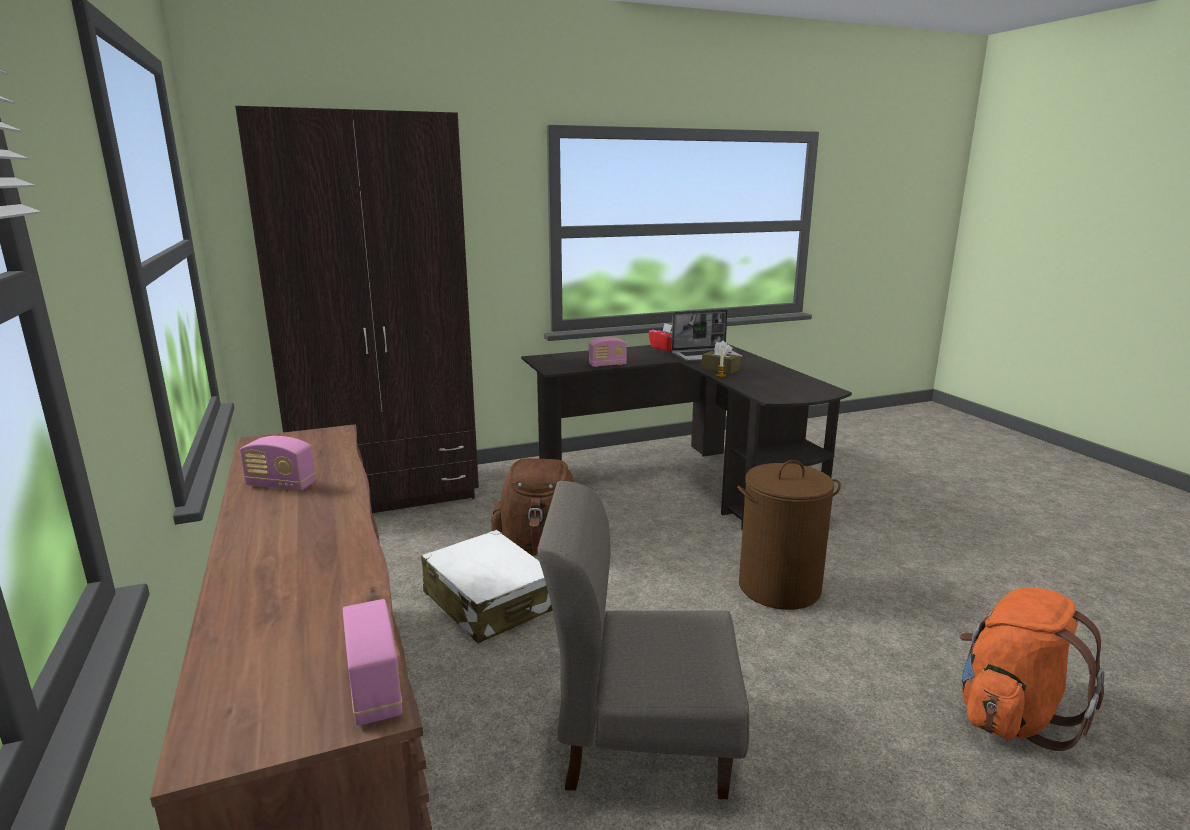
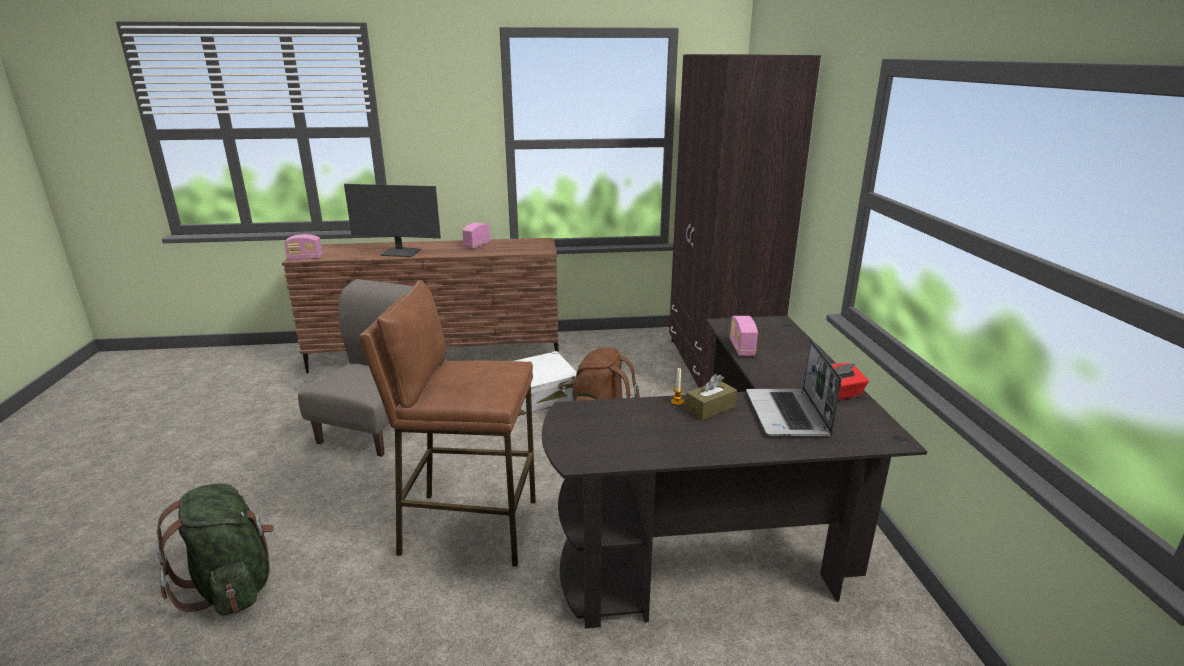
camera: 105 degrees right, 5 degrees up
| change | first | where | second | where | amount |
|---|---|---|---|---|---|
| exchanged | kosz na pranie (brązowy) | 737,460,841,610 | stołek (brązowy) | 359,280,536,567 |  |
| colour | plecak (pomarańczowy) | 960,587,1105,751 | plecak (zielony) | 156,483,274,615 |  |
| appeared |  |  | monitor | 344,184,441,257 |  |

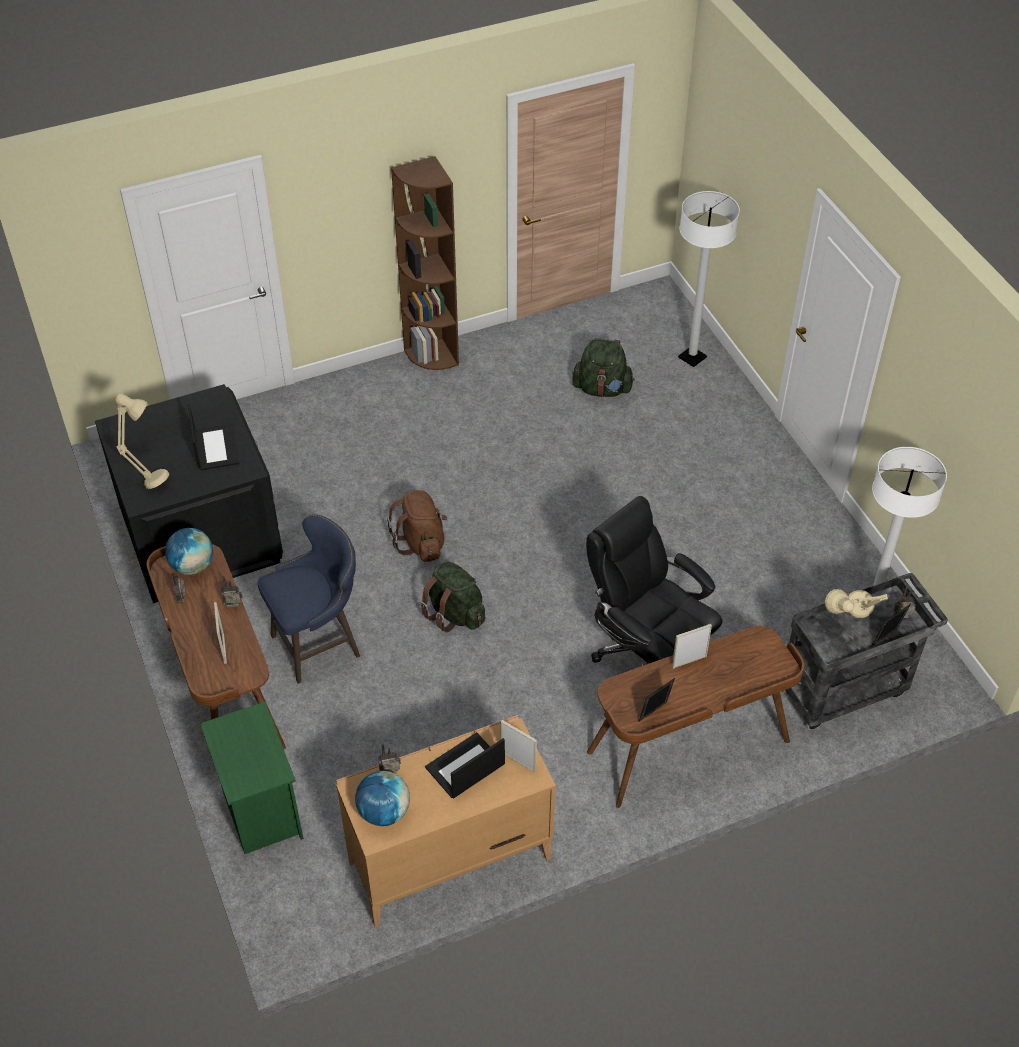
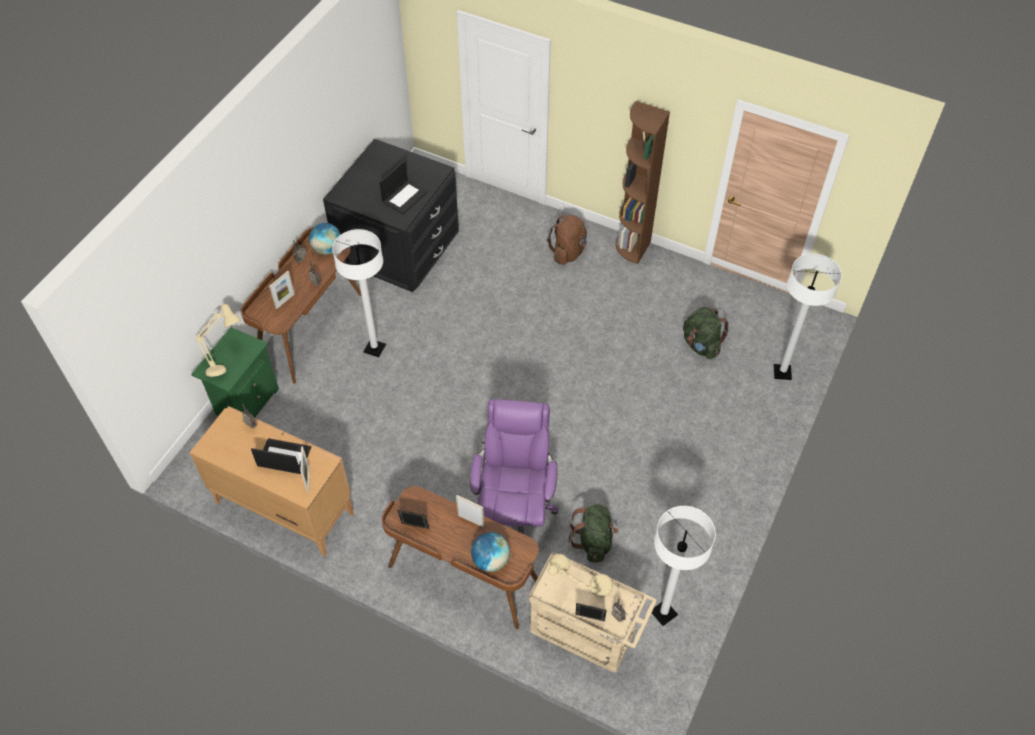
camera: 50 degrees right, 5 degrees up
| change | first | where | second | where | amount |
|---|---|---|---|---|---|
| relocated | lampa stołowa (beżowy) | 115,394,169,489 |  | 196,304,241,377 |  |
| relocated | plecak (brązowy) | 387,490,447,562 |  | 547,215,587,265 |  |
| colour | krzesło biurowe (czarny) | 586,496,722,666 | krzesło biurowe (fioletowy) | 470,399,558,534 |  |
| exchanged | stołek (niebieski) | 257,514,360,684 | lampa stojąca (biały) | 332,229,386,357 |  |
| relocated | plecak (zielony) | 420,561,485,632 |  | 569,504,618,563 |  |
| colour | wózek (czarny) | 783,573,948,730 | wózek (beżowy) | 529,553,656,673 |  |
| relocated | globus | 355,771,410,826 |  | 471,532,510,572 |  |

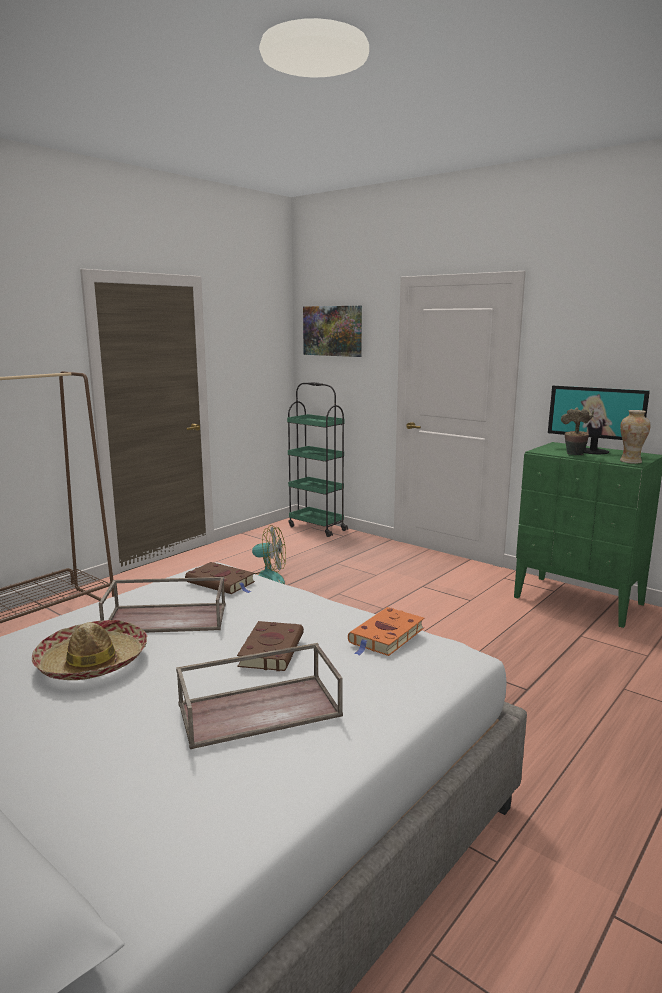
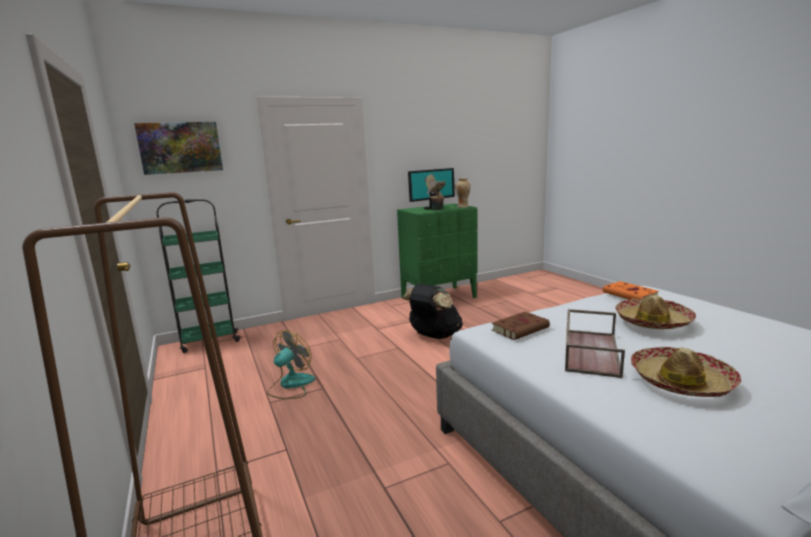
camera: 65 degrees left, 0 degrees up
| change | first | where | second | where | amount |
|---|---|---|---|---|---|
| exchanged | książka (brązowy) | 237,621,304,671 | kapelusz | 615,295,696,329 |  |
| missing | taca (brązowy) | 176,643,343,749 |  |  |  |
| appeared |  |  | plecak (czarny) | 402,284,463,339 |  |

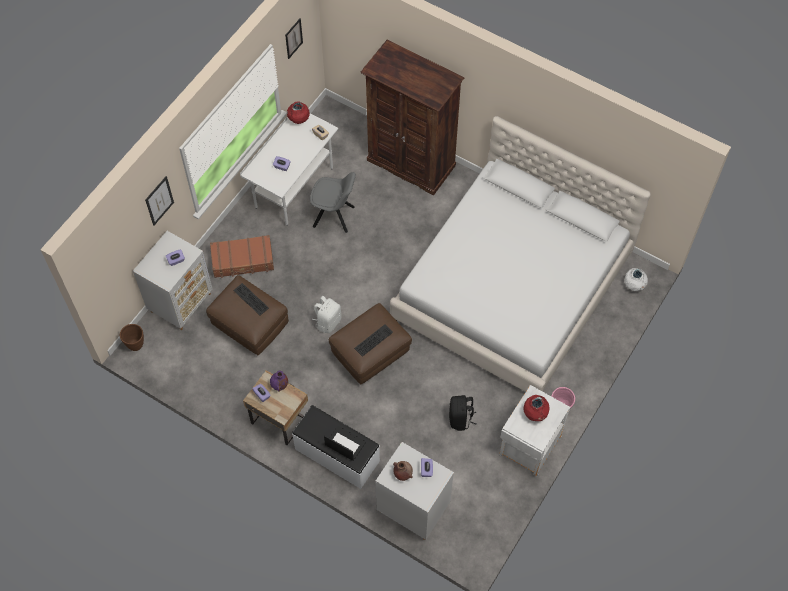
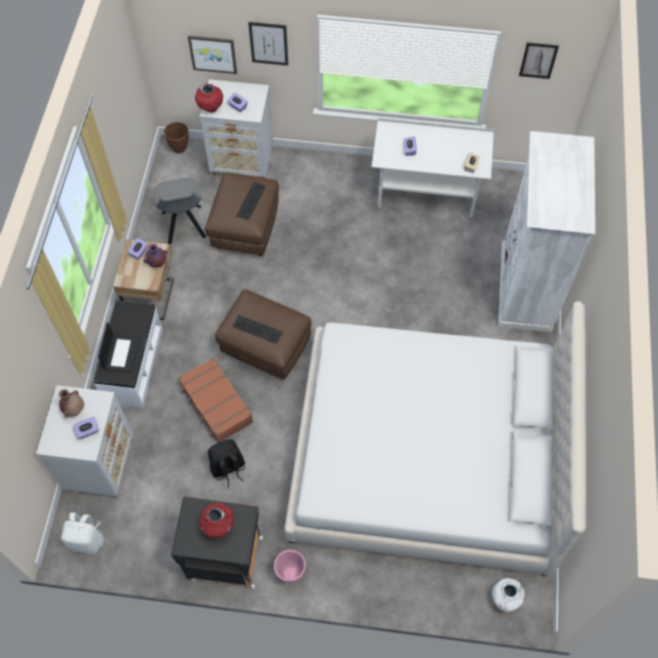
camera: 65 degrees right, 0 degrees up
| change | first | where | second | where | amount |
|---|---|---|---|---|---|
| colour | szafa (brązowy) | 361,40,464,195 | szafa (biały) | 498,131,595,332 |  |
| relocated | wazon (czerwony) | 287,101,310,124 |  | 195,84,223,112 |  |
| relocated | krzesło (szary) | 310,172,356,233 |  | 154,178,206,244 |  |
| relocated | walizka (brązowy) | 210,235,274,278 |  | 178,358,253,443 |  |
| relocated | plecak (biały) | 312,296,341,333 |  | 61,512,104,554 |  |
| colour | wózek (biały) | 499,385,570,477 | wózek (czarny) | 171,497,263,589 |  |
| appeared |  |  | obraz | 188,35,237,74 |  |

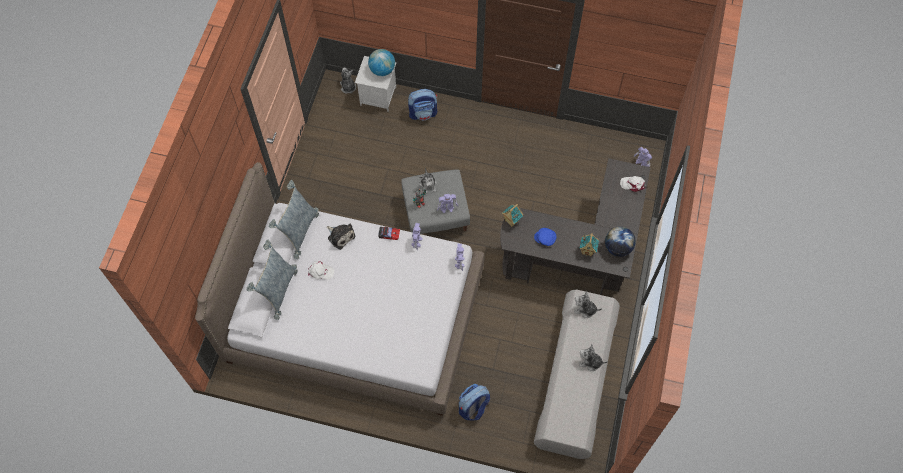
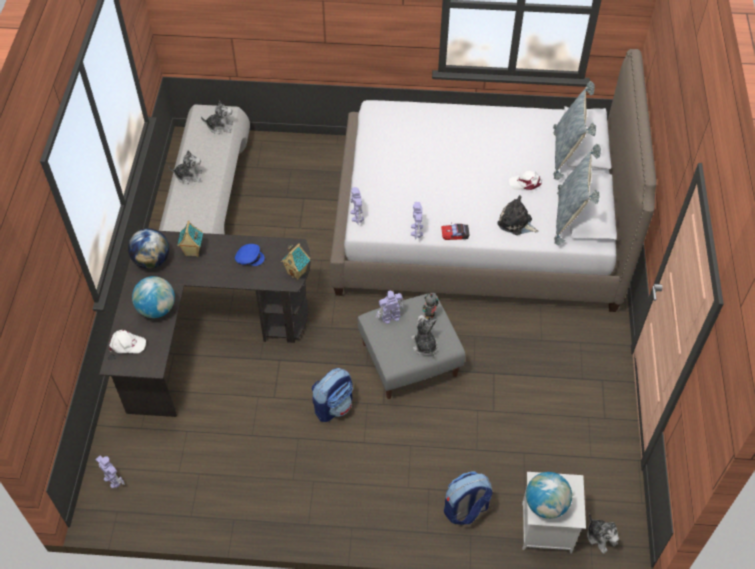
camera: 170 degrees right, 10 degrees down
| change | first | where | second | where | amount |
|---|---|---|---|---|---|
| relocated | pluszak | 574,291,602,318 |  | 201,101,233,134 |  |
| relocated | plecak | 459,384,490,421 |  | 312,368,353,422 |  |
| appeared |  |  | globus | 132,276,175,318 |  |

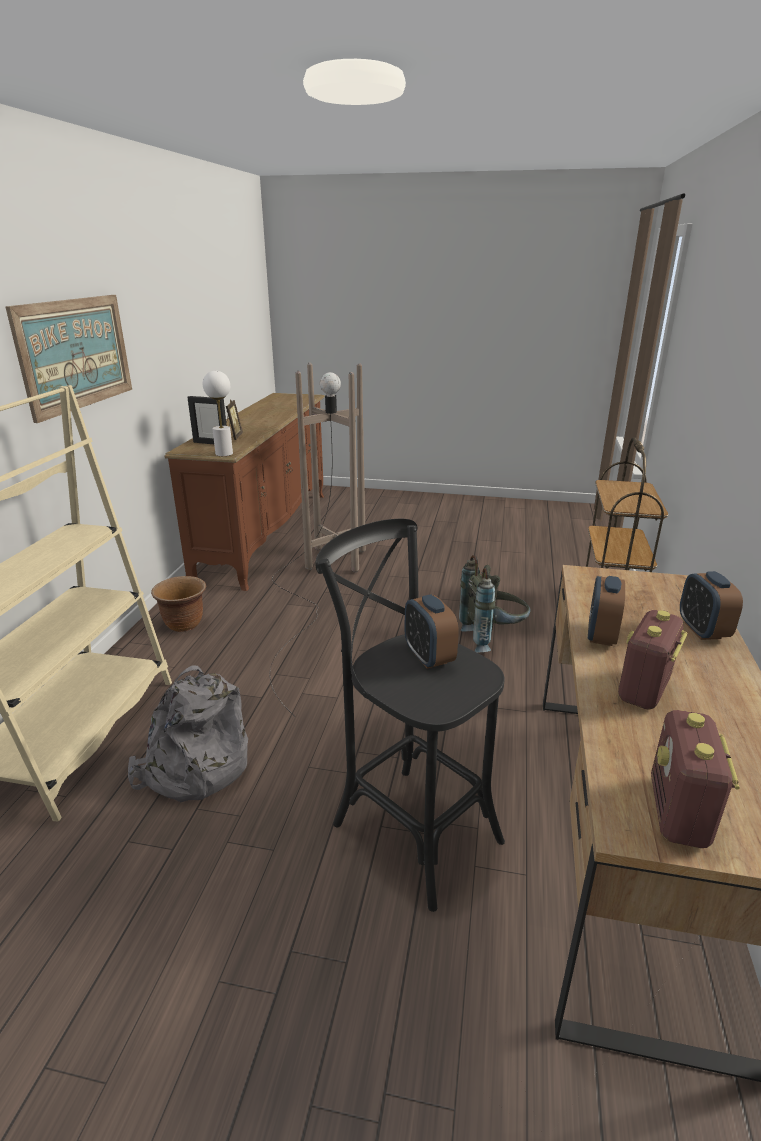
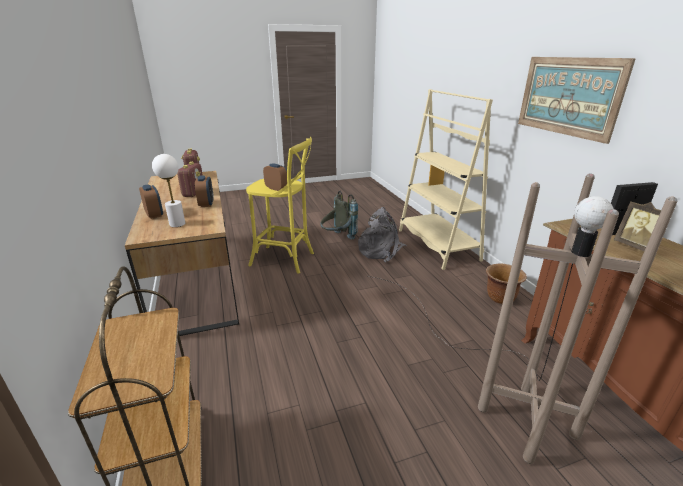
camera: 150 degrees right, 0 degrees up
| change | first | where | second | where | amount |
|---|---|---|---|---|---|
| relocated | lampa stołowa (biały) | 203,371,233,456 |  | 152,154,185,227 |  |
| colour | stołek (czarny) | 315,519,505,912 | stołek (żółty) | 246,137,314,273 |  |
| relocated | plecak (szary) | 459,555,531,652 |  | 321,191,358,240 |  |

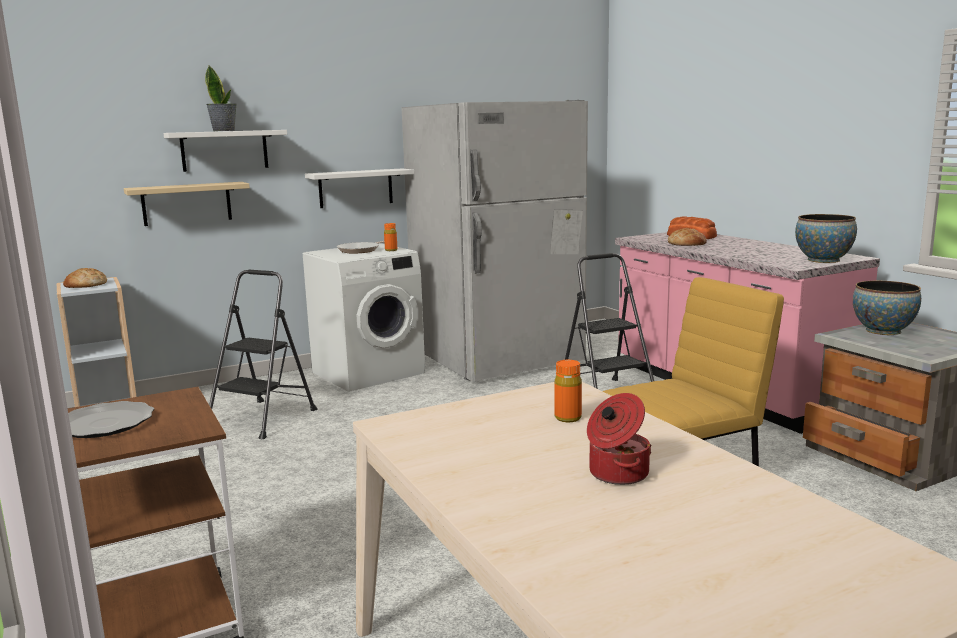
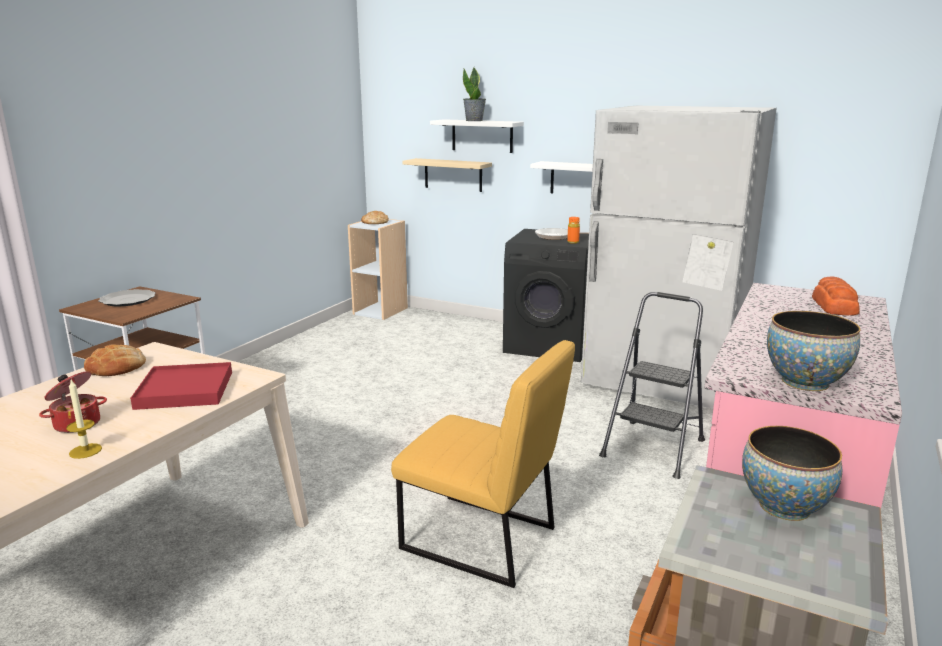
camera: 55 degrees right, 5 degrees up
| change | first | where | second | where | amount |
|---|---|---|---|---|---|
| relocated | chleb | 668,228,707,246 |  | 84,344,146,376 |  |
| colour | pralka (biały) | 303,243,425,392 | pralka (czarny) | 503,229,589,362 |  |
| missing | drabinka (czarny) | 209,270,318,439 |  |  |  |
| exchanged | butelka (pomarańczowy) | 554,360,582,422 | taca (czerwony) | 130,362,232,410 |  |
| appeared |  |  | świeca | 66,380,102,459 |  |

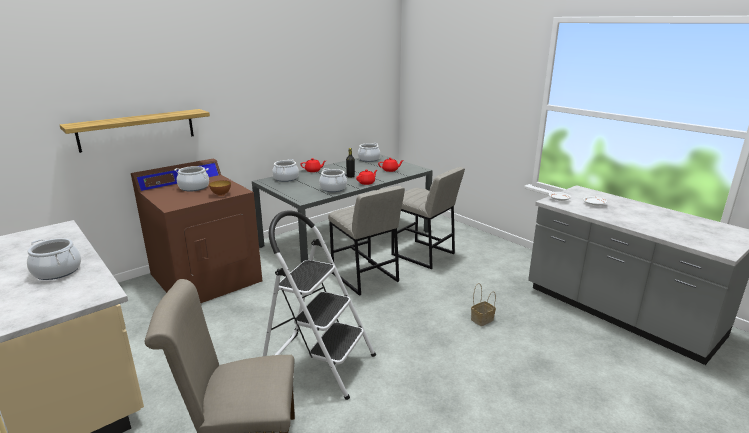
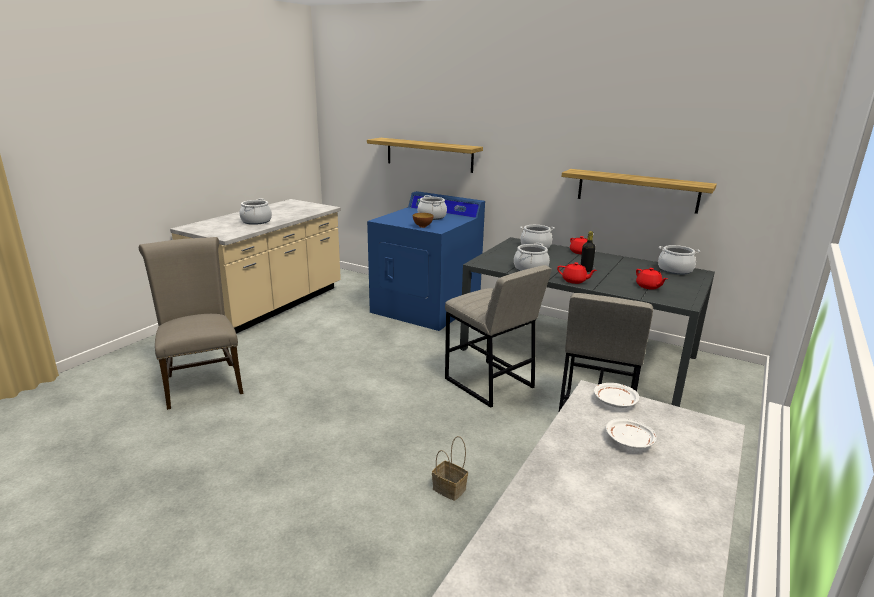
camera: 70 degrees right, 0 degrees up
| change | first | where | second | where | amount |
|---|---|---|---|---|---|
| colour | pralka (brązowy) | 131,159,262,303 | pralka (niebieski) | 367,191,485,331 |  |
| spun | krzesło (szary) | 328,186,405,296 |  | 445,265,552,408 | 75 degrees counterclockwise |
| missing | drabinka | 263,211,376,400 |  |  |  |
| appeared |  |  | półka | 561,169,717,214 |  |

